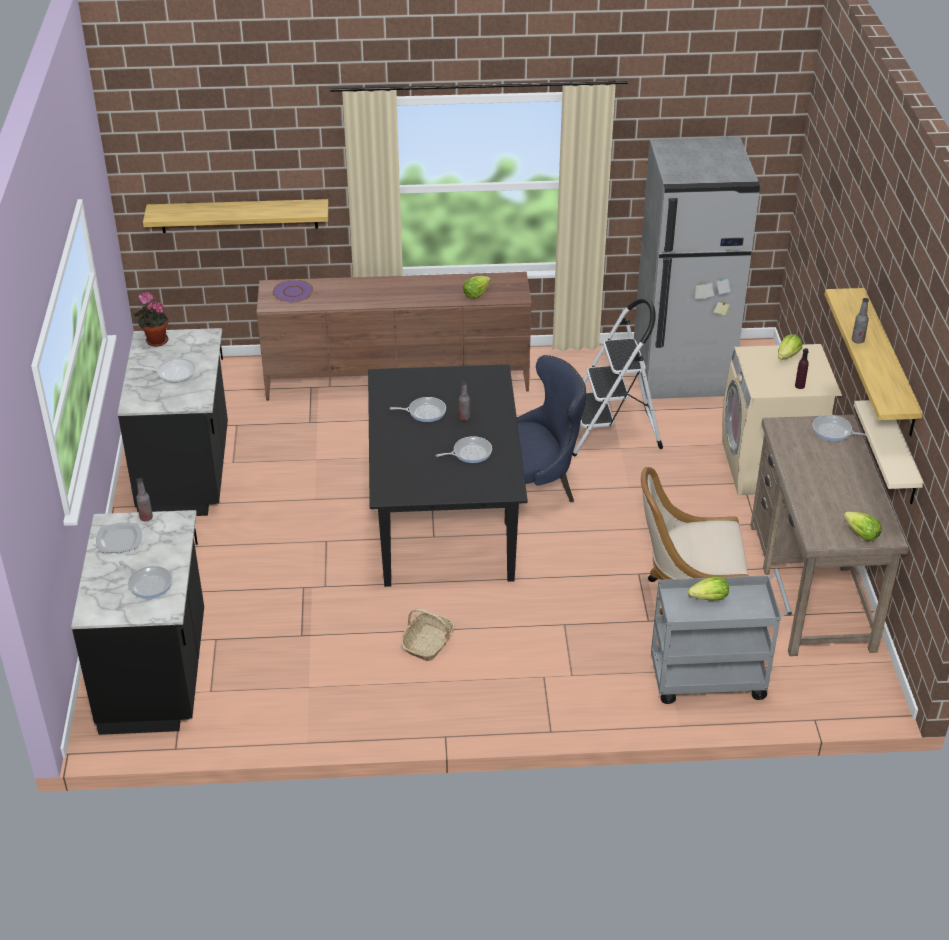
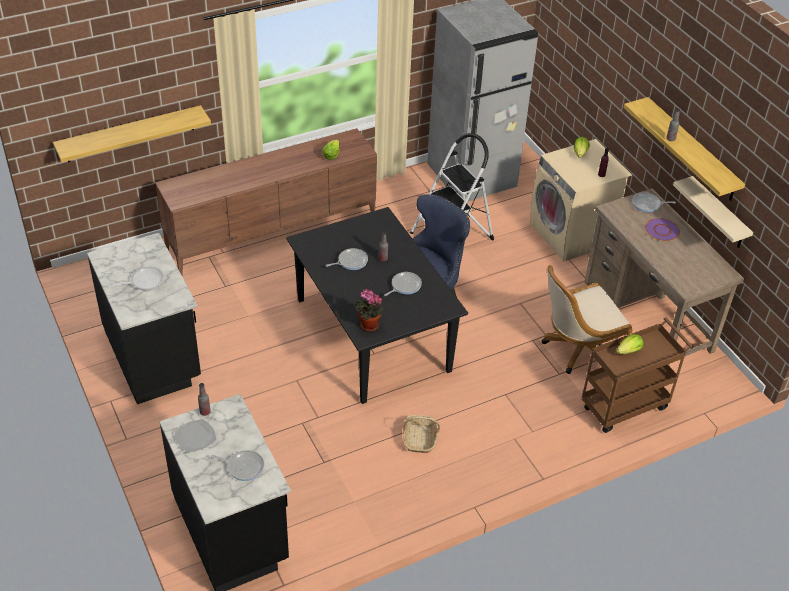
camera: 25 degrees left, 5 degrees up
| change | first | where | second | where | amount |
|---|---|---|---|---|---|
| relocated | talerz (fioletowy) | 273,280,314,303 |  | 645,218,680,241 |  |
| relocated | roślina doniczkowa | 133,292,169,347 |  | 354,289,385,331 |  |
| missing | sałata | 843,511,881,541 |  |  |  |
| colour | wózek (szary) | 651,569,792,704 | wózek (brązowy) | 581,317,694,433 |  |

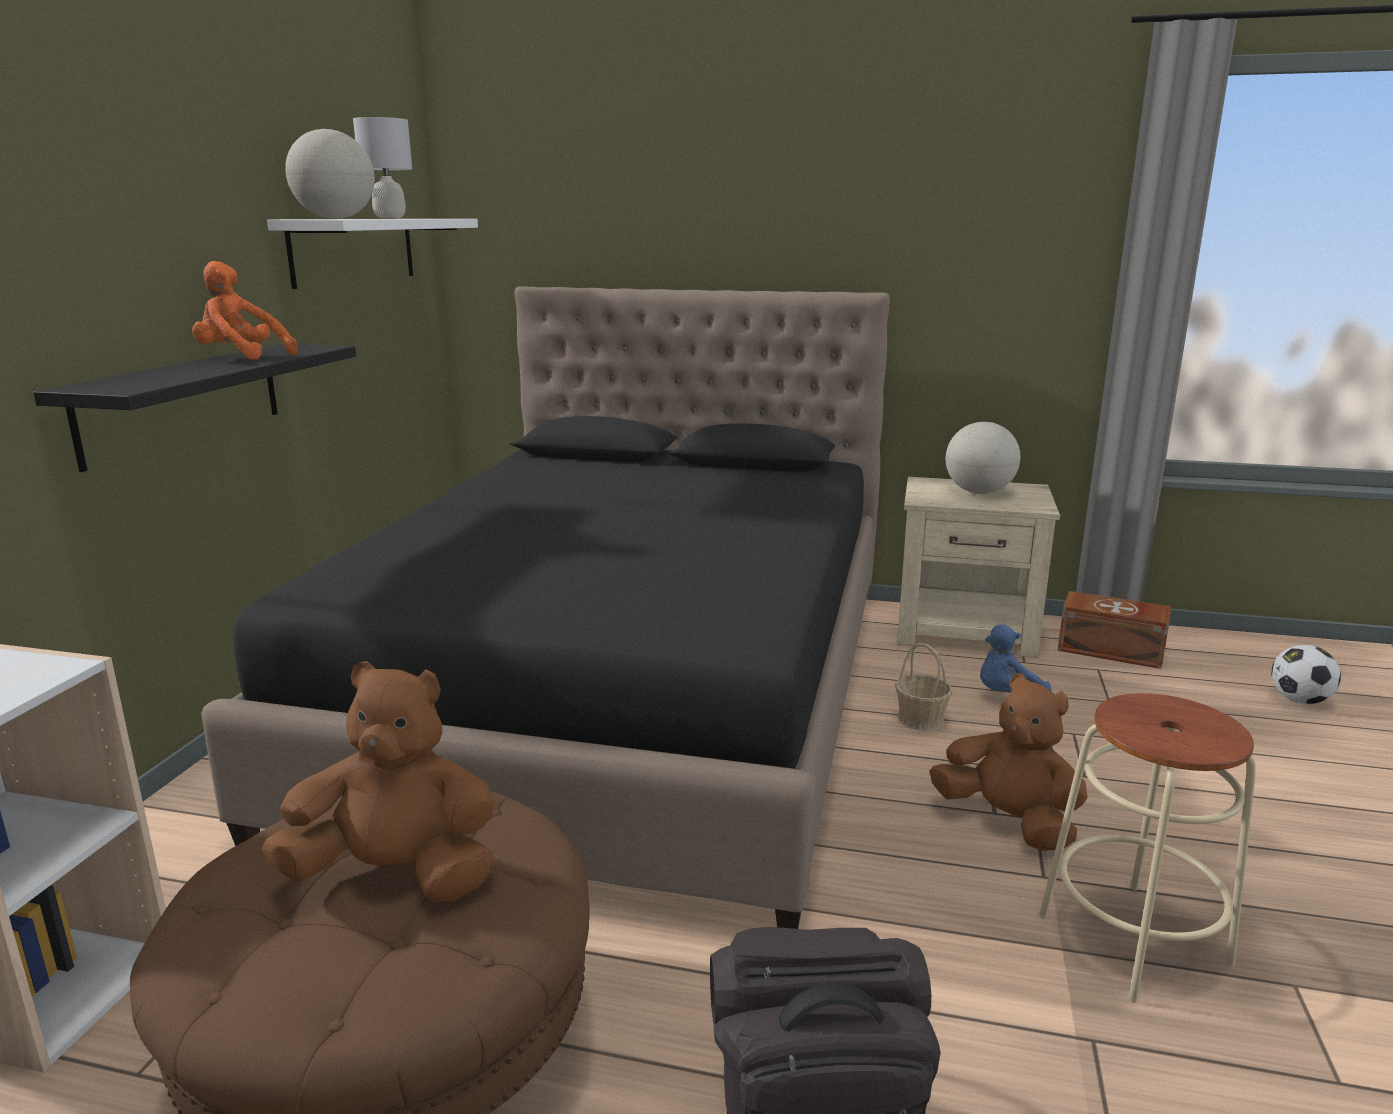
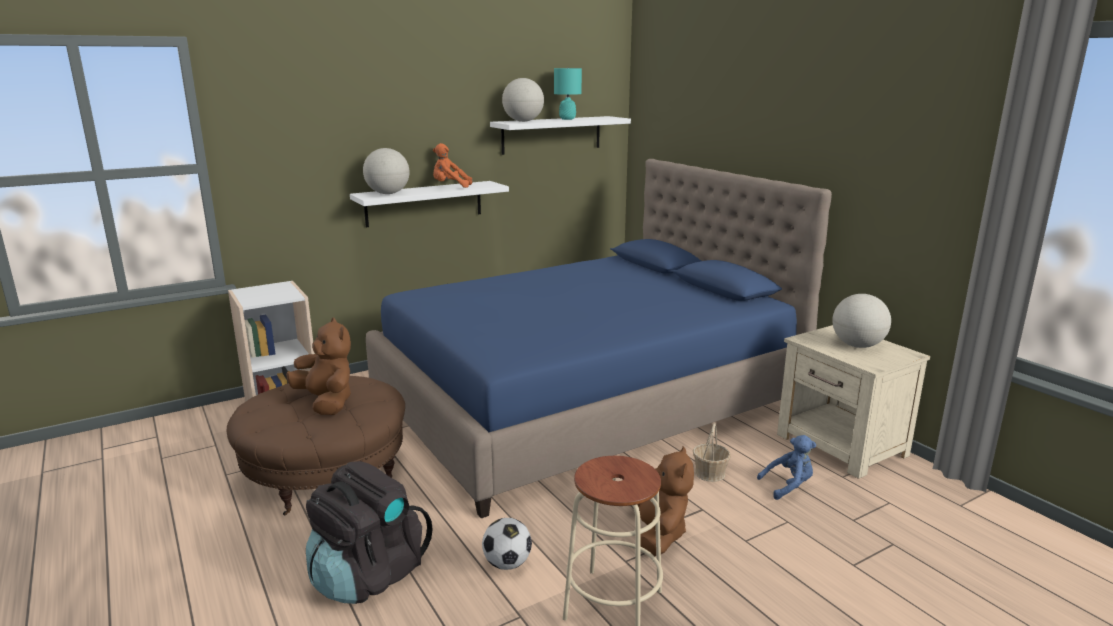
camera: 45 degrees right, 0 degrees up
| change | first | where | second | where | amount |
|---|---|---|---|---|---|
| colour | lampa stołowa (szary) | 353,117,412,219 | lampa stołowa (turkusowy) | 554,68,582,120 |  |
| spun | pluszak (pomarańczowy) | 192,261,297,360 |  | 433,143,472,188 | 60 degrees counterclockwise |
| colour | łóżko (czarny) | 201,286,890,929 | łóżko (niebieski) | 366,159,832,518 |  |
| colour | półka (czarny) | 33,344,356,472 | półka (biały) | 350,181,509,227 |  |
| missing | pojemnik do przechowywania (brązowy) | 1057,591,1171,669 |  |  |  |
| spun | pluszak (niebieski) | 980,625,1051,693 |  | 757,435,816,500 | 150 degrees clockwise |
| relocated | piłka futbolowa | 1271,645,1341,704 |  | 482,518,532,570 |  |
| appeared |  |  | globus | 363,148,410,194 |  |

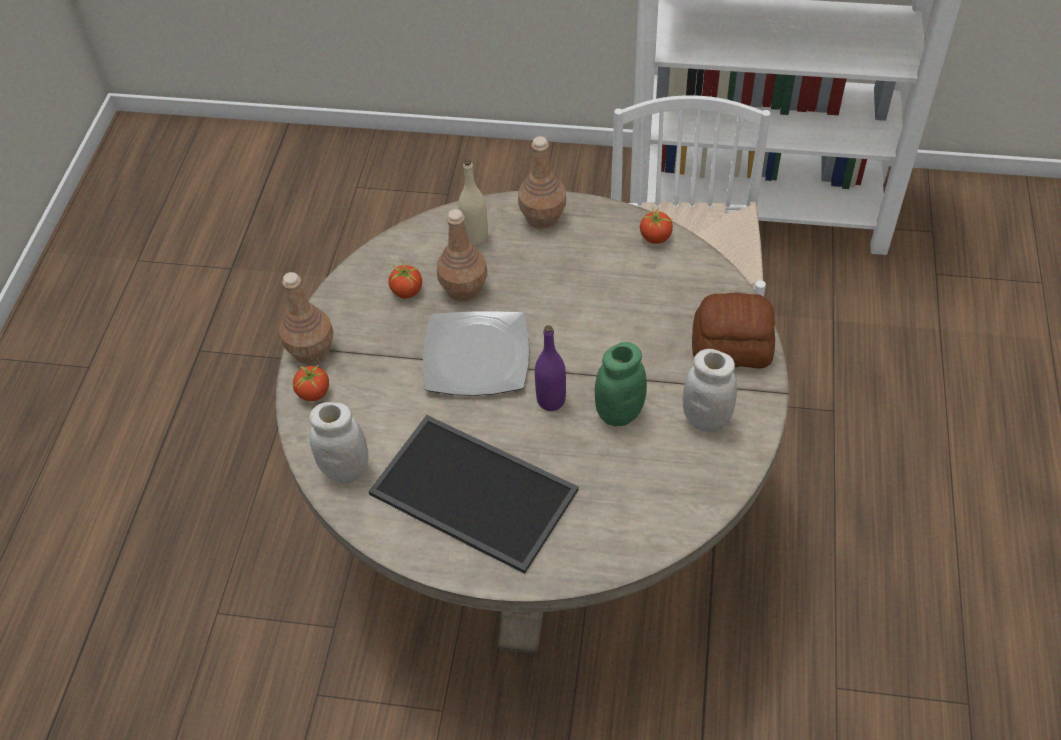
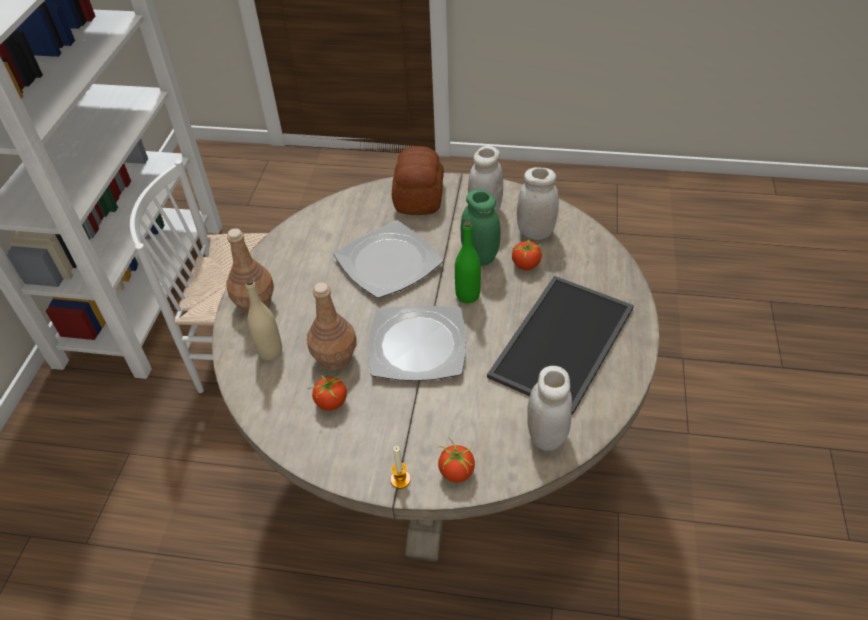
camera: 90 degrees left, 5 degrees down
| change | first | where | second | where | amount |
|---|---|---|---|---|---|
| relocated | pomidor | 640,207,674,244 |  | 511,238,542,270 |  |
| exchanged | butelka (brązowy) | 279,272,334,364 | świeca | 390,446,411,489 |  |
| colour | butelka (fioletowy) | 535,325,566,411 | butelka (zielony) | 455,221,481,303 |  |
| appeared |  |  | słoik (biały) | 517,167,559,240 |  |
| appeared |  |  | talerz | 334,220,443,298 |  |

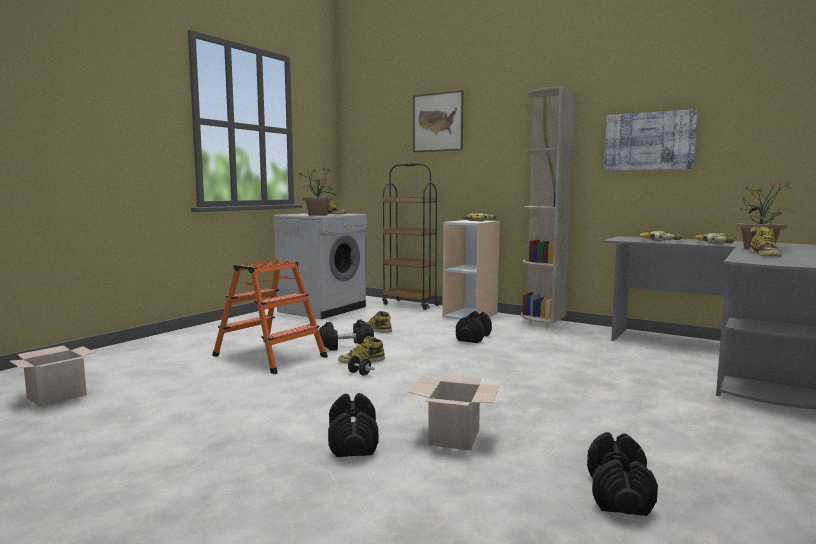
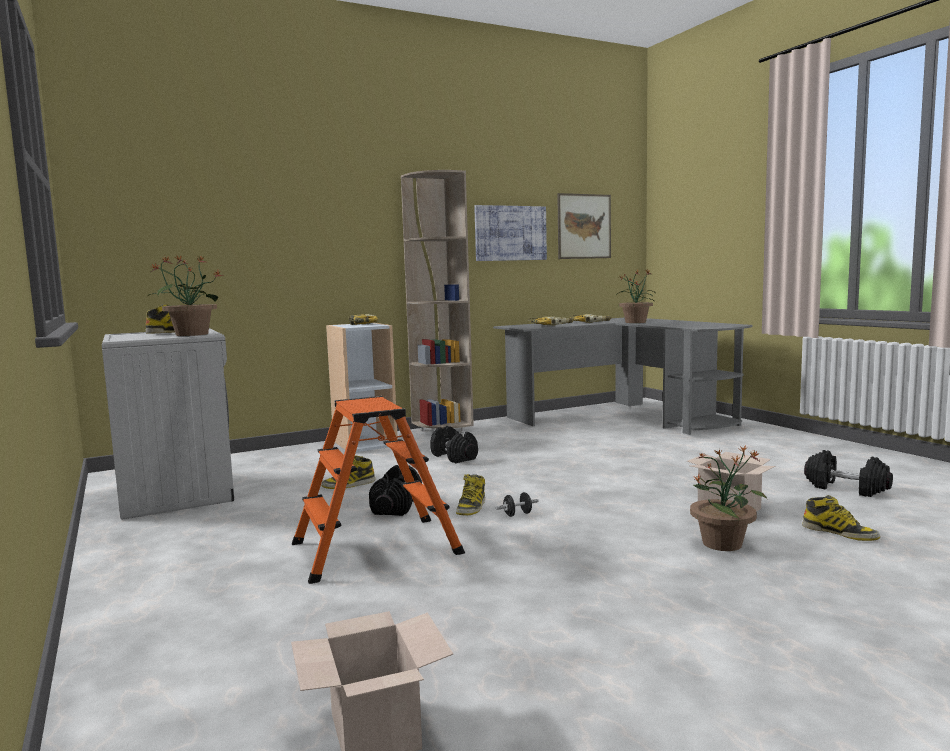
camera: 60 degrees left, 0 degrees up
| change | first | where | second | where | amount |
|---|---|---|---|---|---|
| relocated | obraz | 413,90,463,152 |  | 557,193,611,259 |  |
| missing | wózek (brązowy) | 382,163,442,310 |  |  |  |
| relocated | but z cholewką | 749,226,782,256 |  | 802,495,880,541 |  |
| exchanged | hantel (czarny) | 328,393,378,457 | roślina doniczkowa | 690,445,768,551 |  |

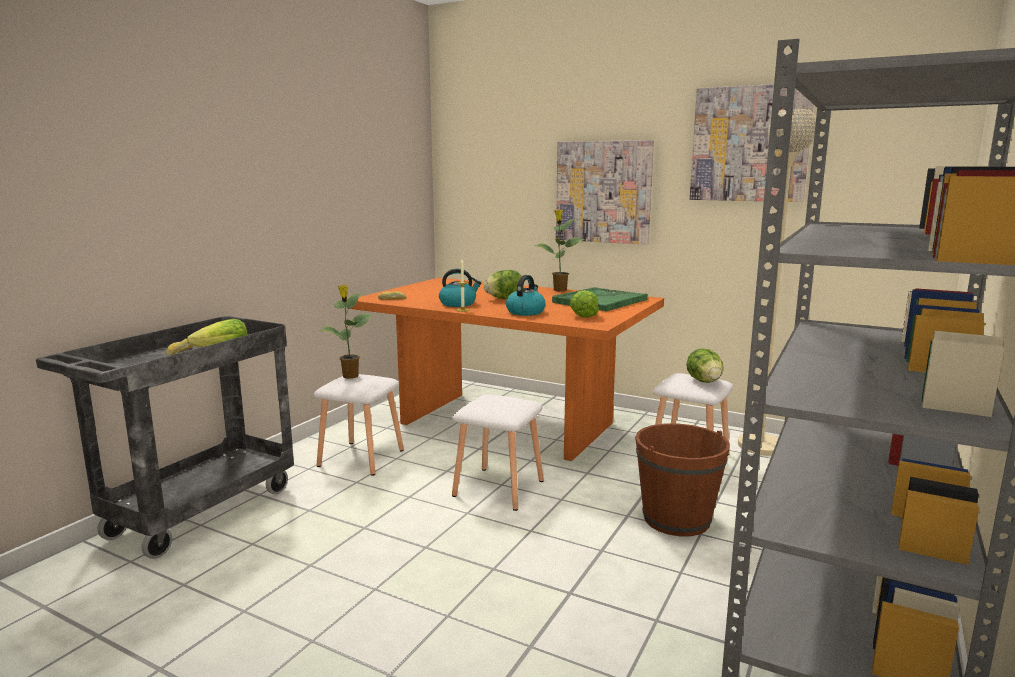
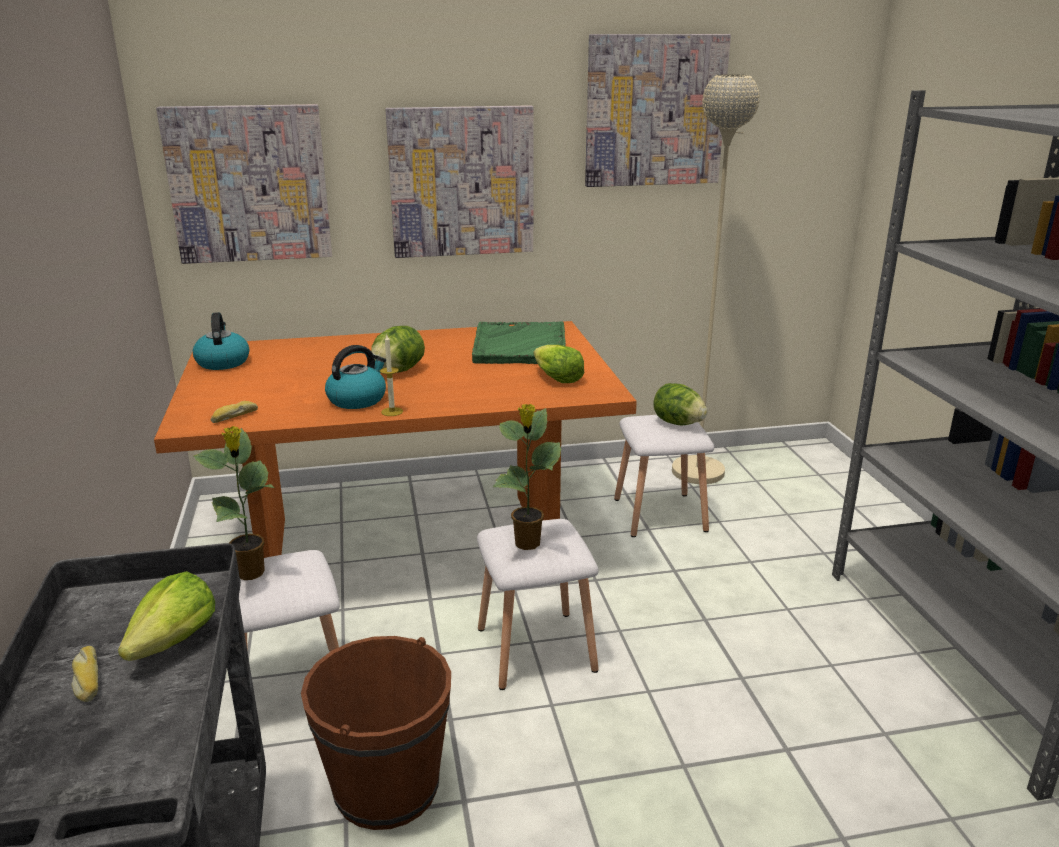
camera: 40 degrees left, 10 degrees up
| change | first | where | second | where | amount |
|---|---|---|---|---|---|
| relocated | roślina doniczkowa | 535,209,585,292 |  | 493,404,561,550 |  |
| relocated | czajnik | 506,275,545,316 |  | 193,312,249,370 |  |
| relocated | wiadro (brązowy) | 635,423,730,536 |  | 301,636,451,830 |  |
| appeared |  |  | obraz | 156,104,332,264 |  |

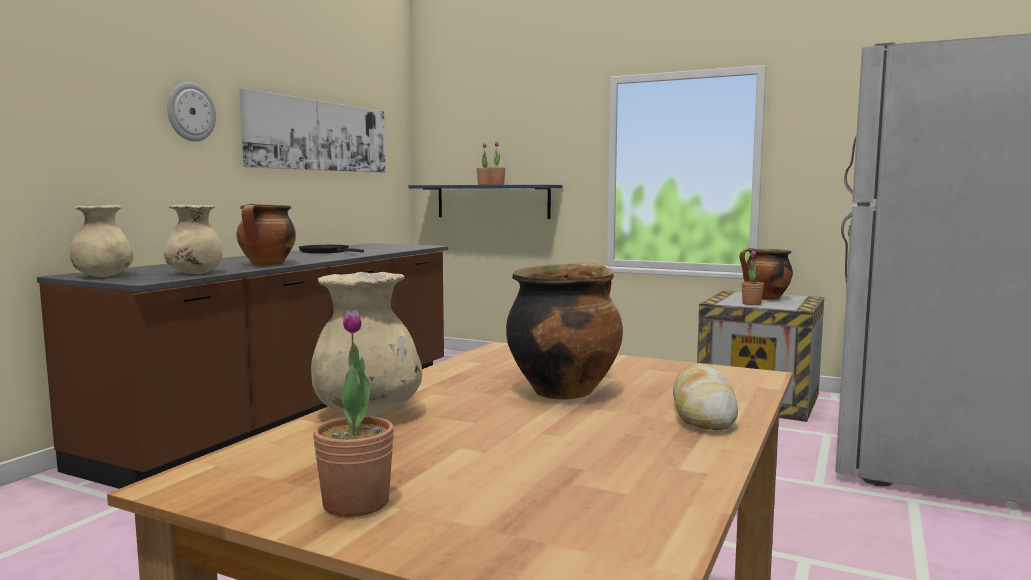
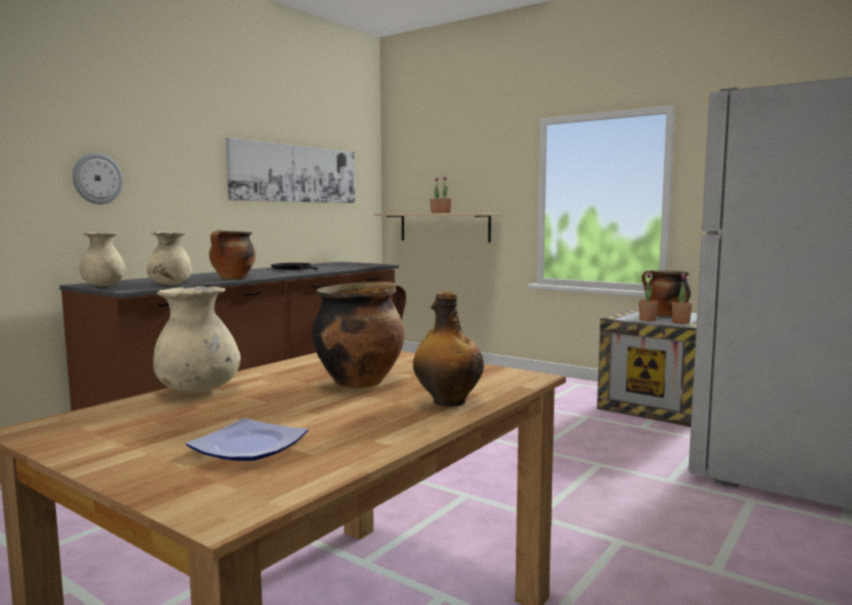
camera: 10 degrees right, 0 degrees up
| change | first | where | second | where | amount |
|---|---|---|---|---|---|
| relocated | zegar ścienny | 167,82,216,142 |  | 72,153,123,204 |  |
| colour | półka (niebieski) | 408,185,562,219 | półka (beżowy) | 374,213,501,242 |  |
| relocated | roślina doniczkowa | 313,310,394,517 |  | 672,274,692,324 |  |
| exchanged | chleb | 673,363,738,430 | butelka | 413,291,484,407 |  |
| appeared |  |  | talerz | 186,418,308,461 |  |

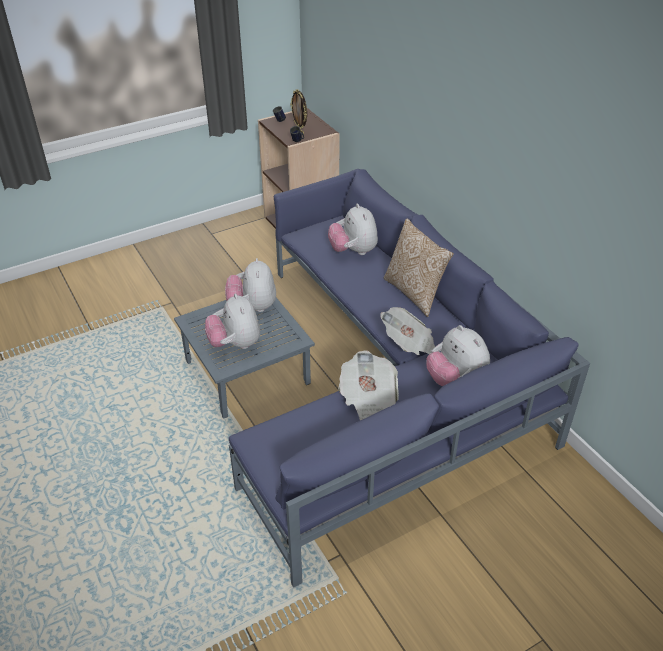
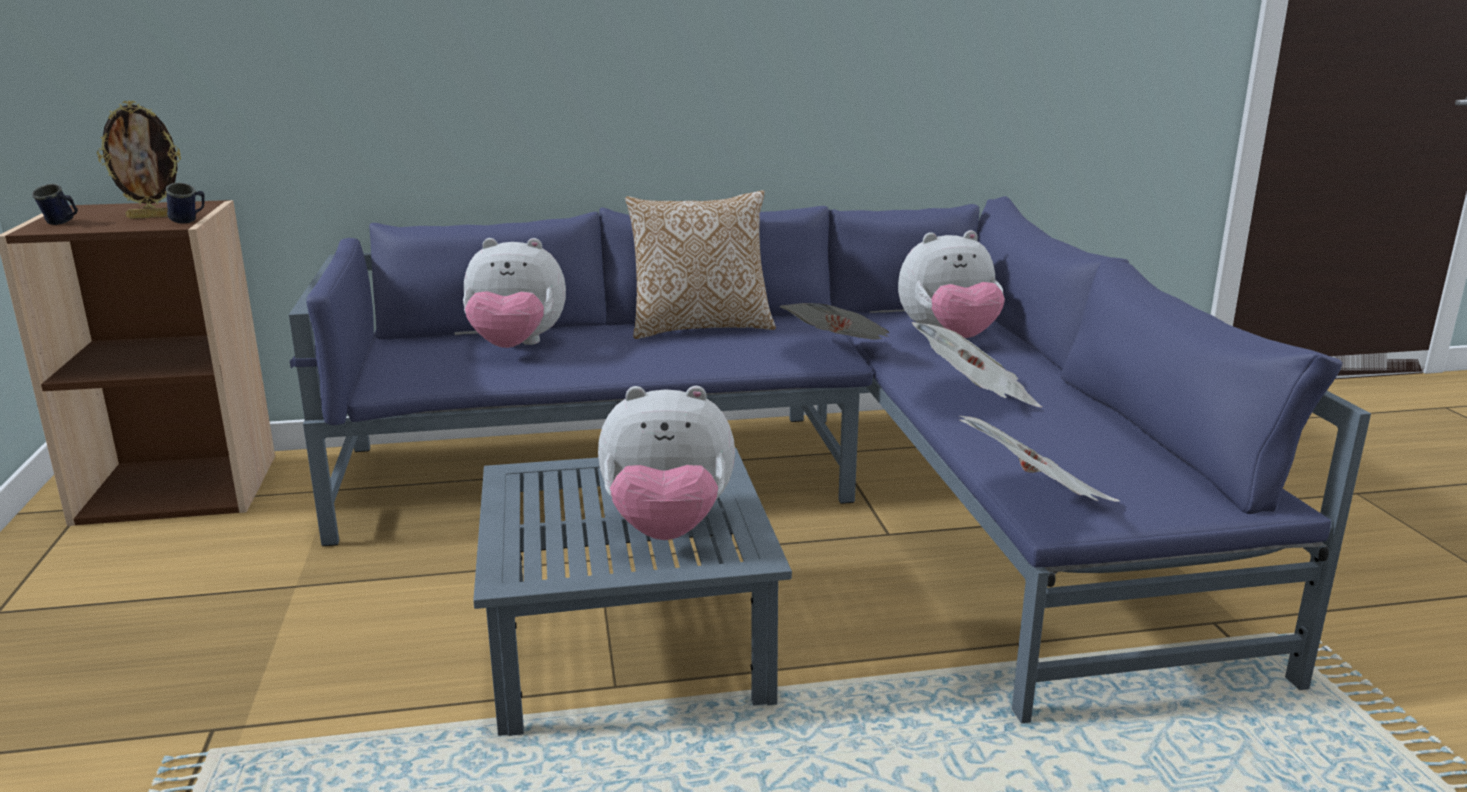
camera: 70 degrees left, 20 degrees down
| change | first | where | second | where | amount |
|---|---|---|---|---|---|
| missing | pluszak | 225,258,276,312 |  |  |  |
| appeared |  |  | gazeta | 959,416,1120,502 |  |

